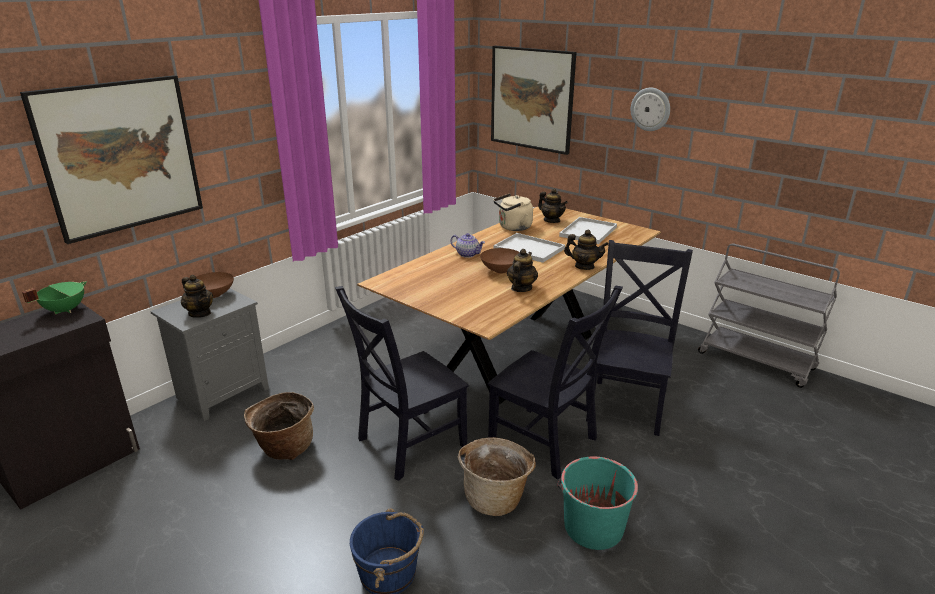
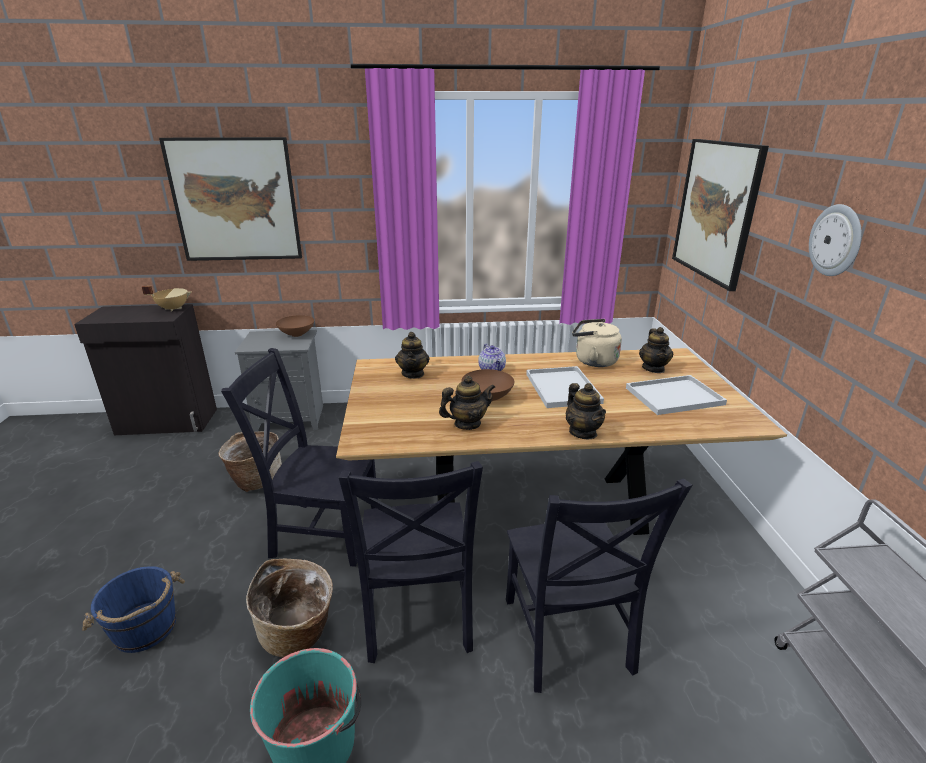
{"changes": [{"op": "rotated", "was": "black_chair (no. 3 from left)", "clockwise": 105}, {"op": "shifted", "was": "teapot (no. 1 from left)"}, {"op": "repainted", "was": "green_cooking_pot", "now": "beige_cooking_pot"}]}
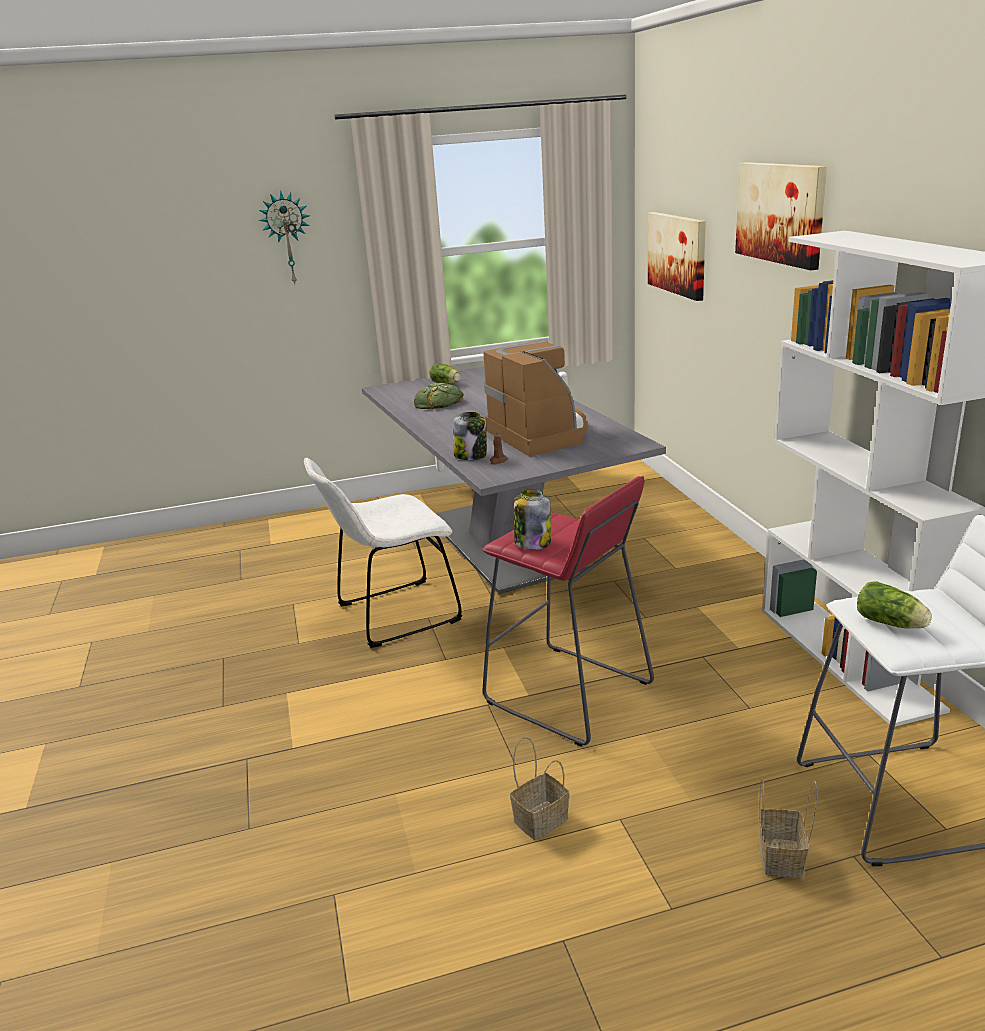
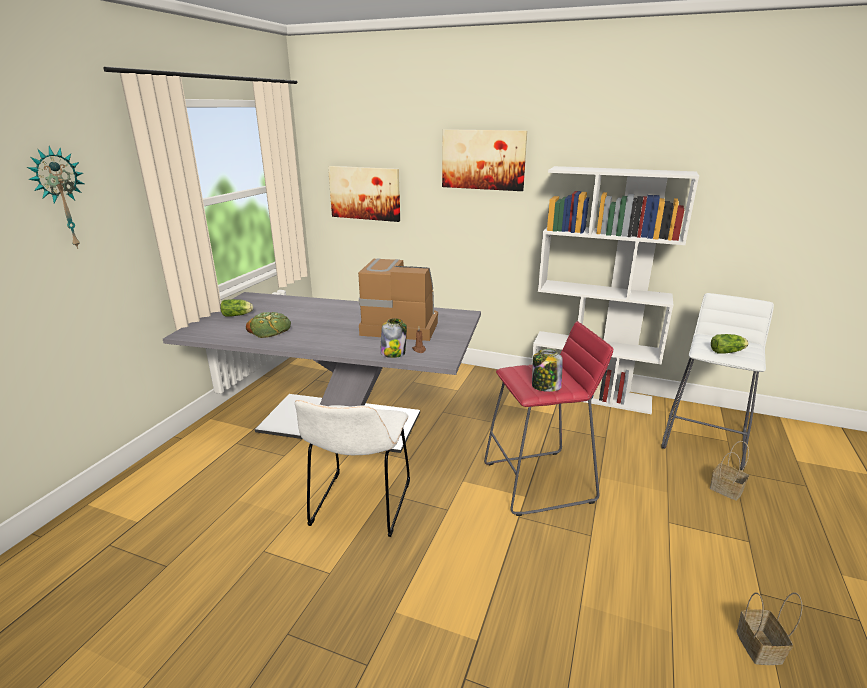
{"changes": [{"op": "shifted", "was": "basket (no. 1 from left in the first image)", "now": "basket (no. 2 from left)"}]}
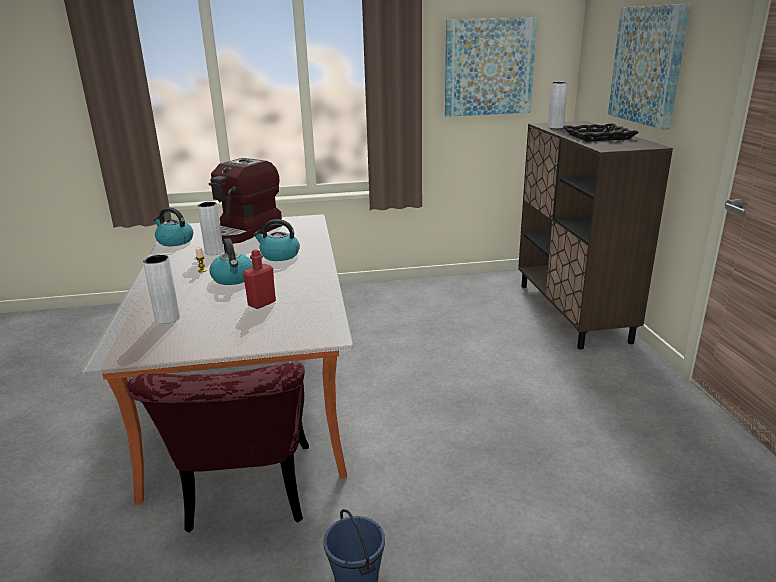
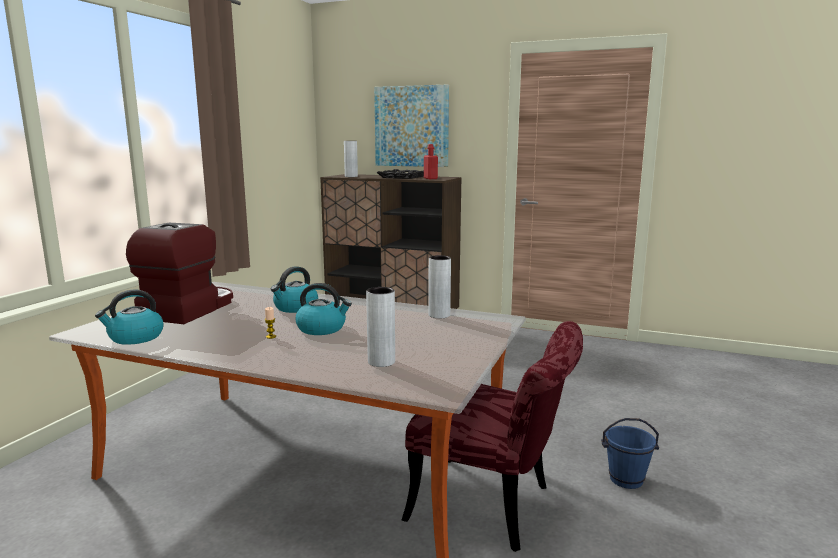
{"changes": [{"op": "gone", "was": "picture (no. 1 from left)"}, {"op": "rotated", "was": "coffee_machine", "clockwise": -135}, {"op": "shifted", "was": "grey_vase (no. 2 from left in the first image)", "now": "grey_vase (no. 3 from left)"}, {"op": "shifted", "was": "red_bottle"}]}
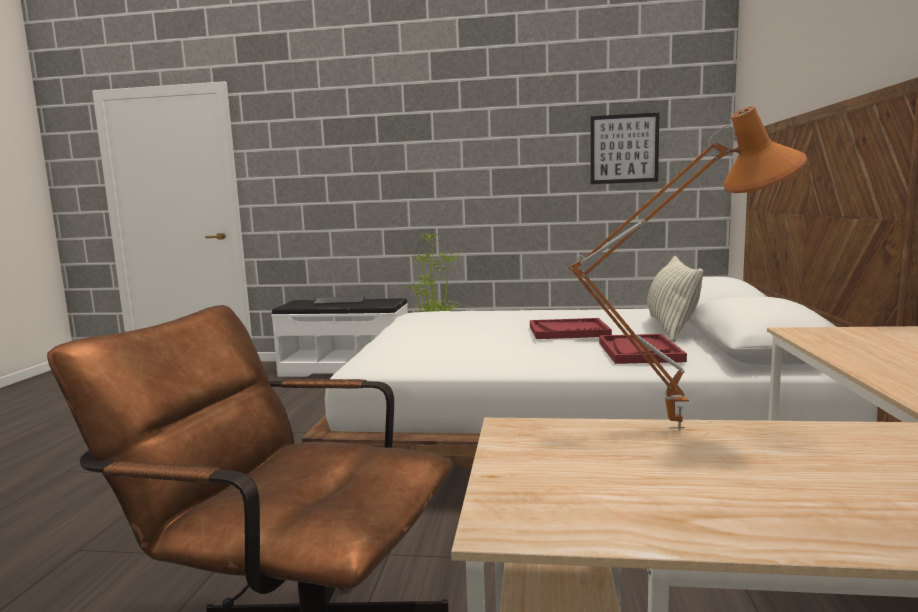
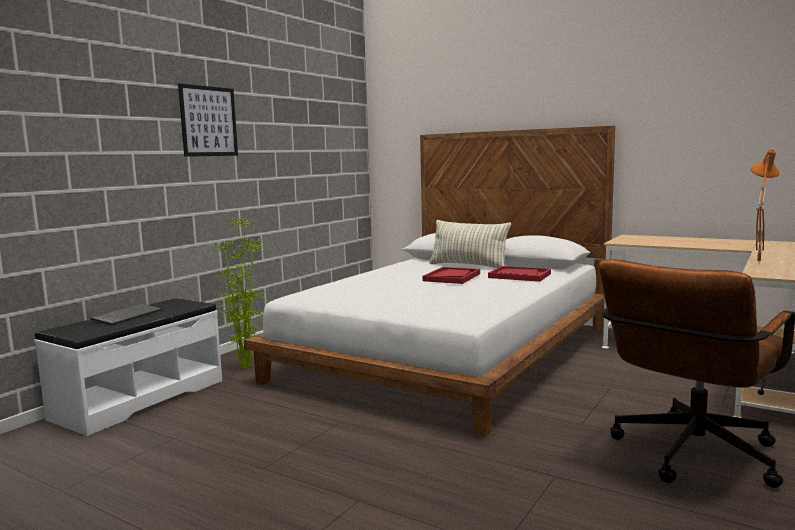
{"changes": [{"op": "shifted", "was": "picture"}]}
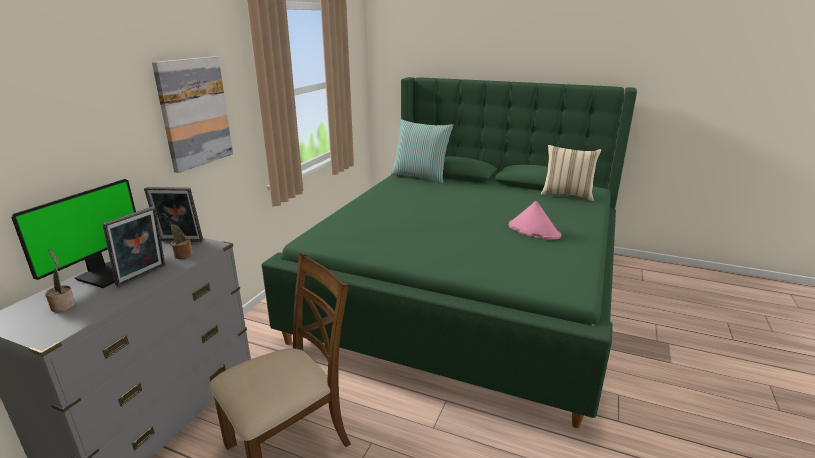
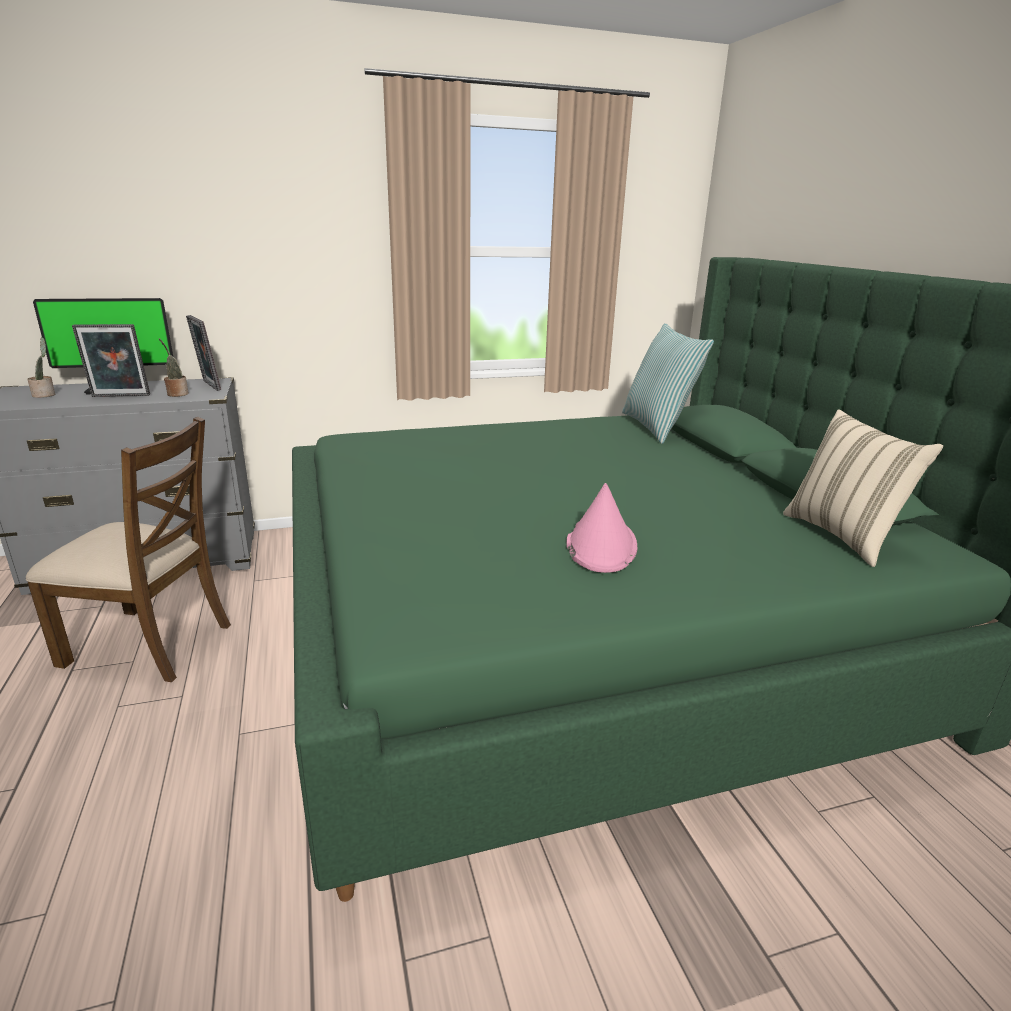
{"changes": [{"op": "gone", "was": "picture"}]}
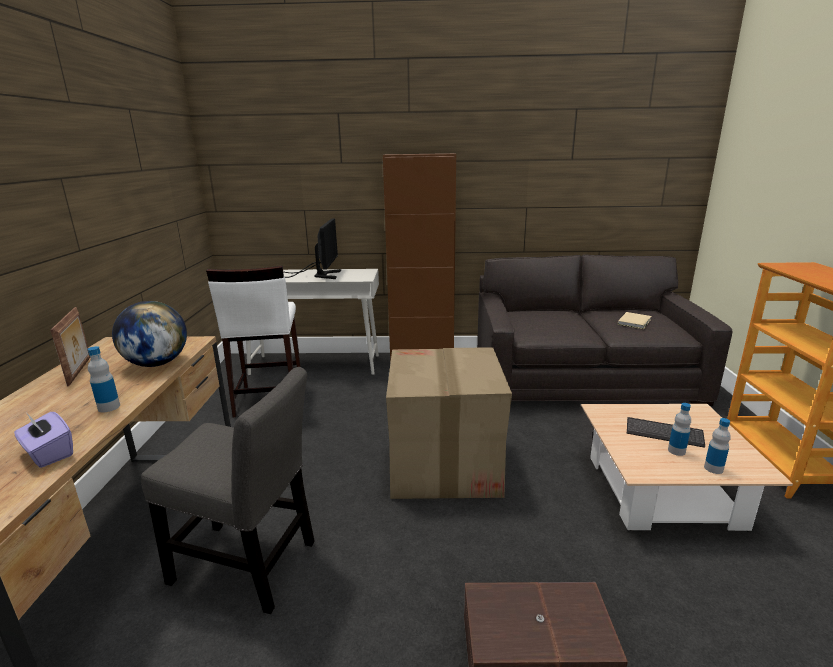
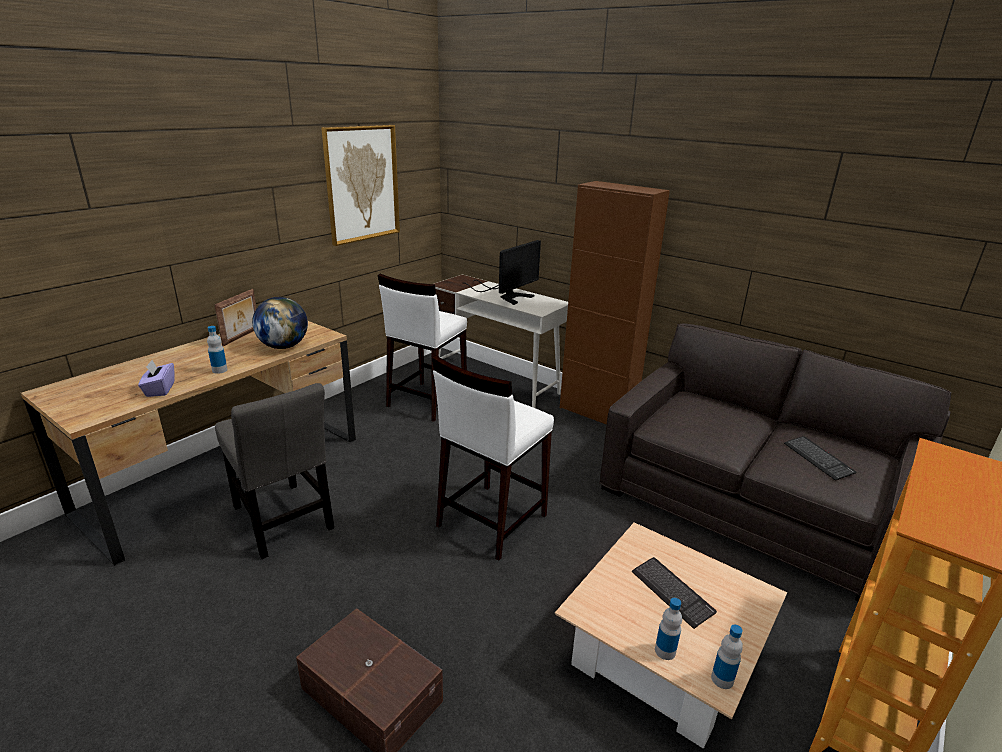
{"changes": [{"op": "swapped", "was": "beige_book", "now": "keyboard (no. 2 from left)"}, {"op": "swapped", "was": "cardboard_box", "now": "white_stool (no. 2 from left)"}, {"op": "shifted", "was": "bottle (no. 2 from left in the first image)", "now": "bottle (no. 3 from left)"}, {"op": "new", "now": "picture"}]}
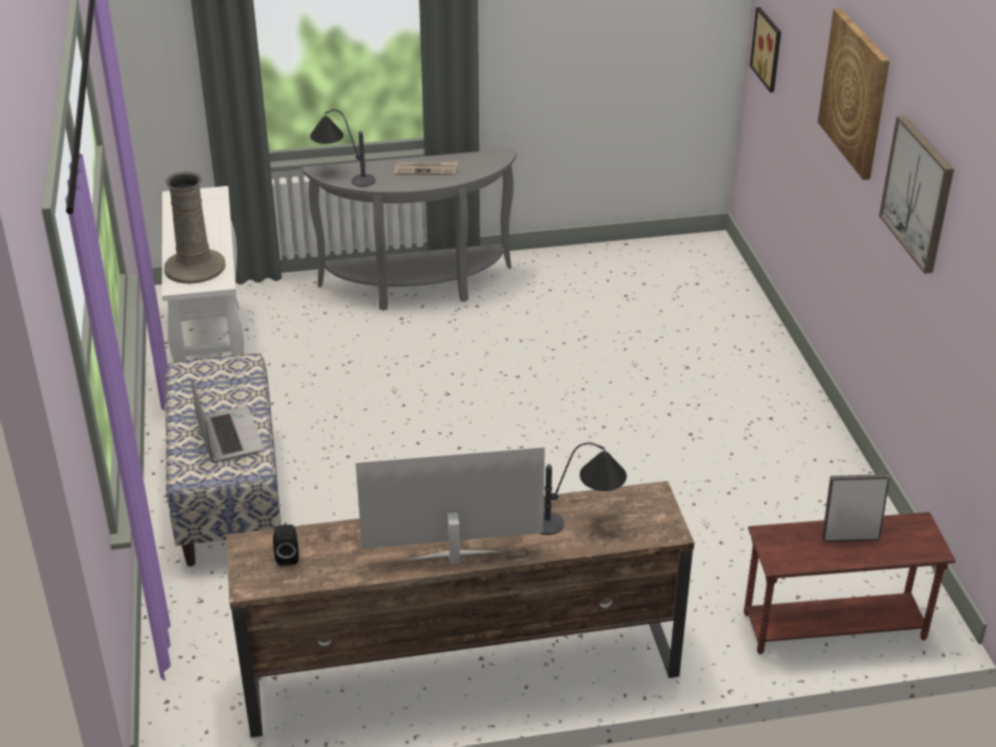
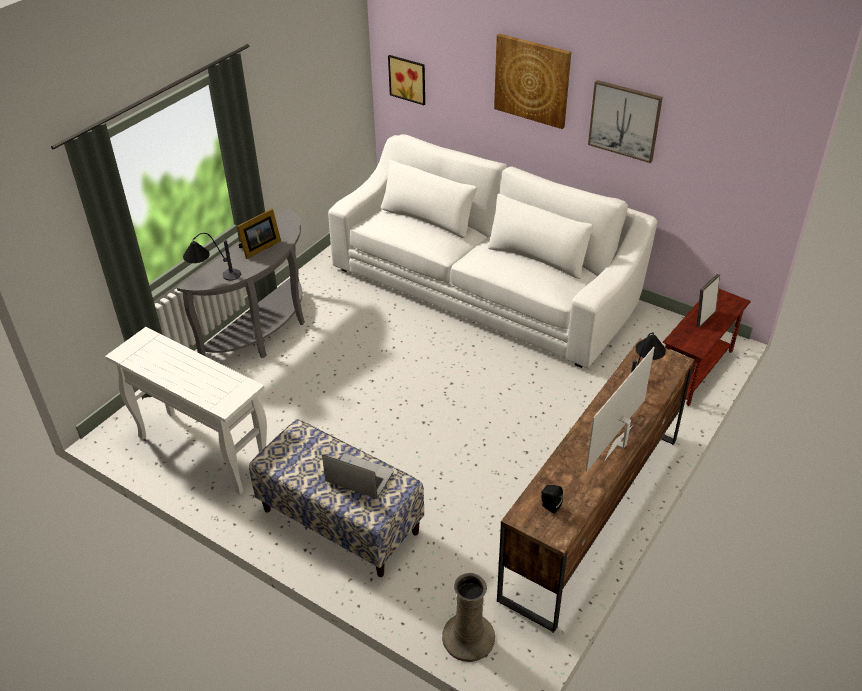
{"changes": [{"op": "swapped", "was": "newspaper", "now": "picture_frame (no. 1 from left)"}, {"op": "shifted", "was": "beige_vase"}, {"op": "new", "now": "white_sofa"}]}
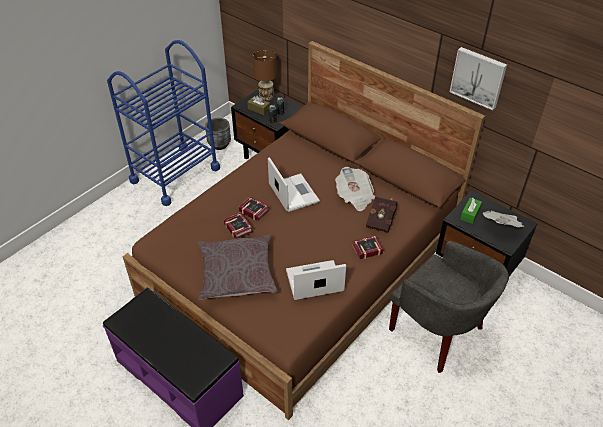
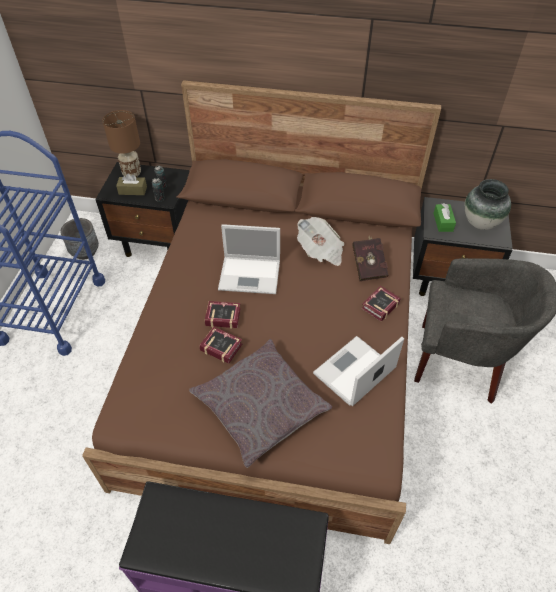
{"changes": [{"op": "gone", "was": "picture"}, {"op": "rotated", "was": "laptop (no. 1 from left)", "clockwise": 150}, {"op": "swapped", "was": "newspaper (no. 2 from left)", "now": "vase"}]}
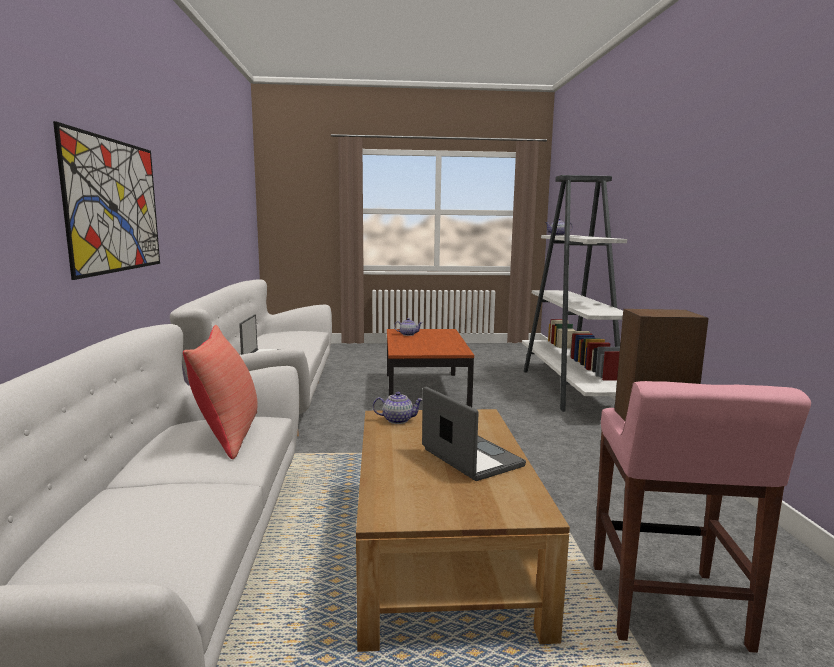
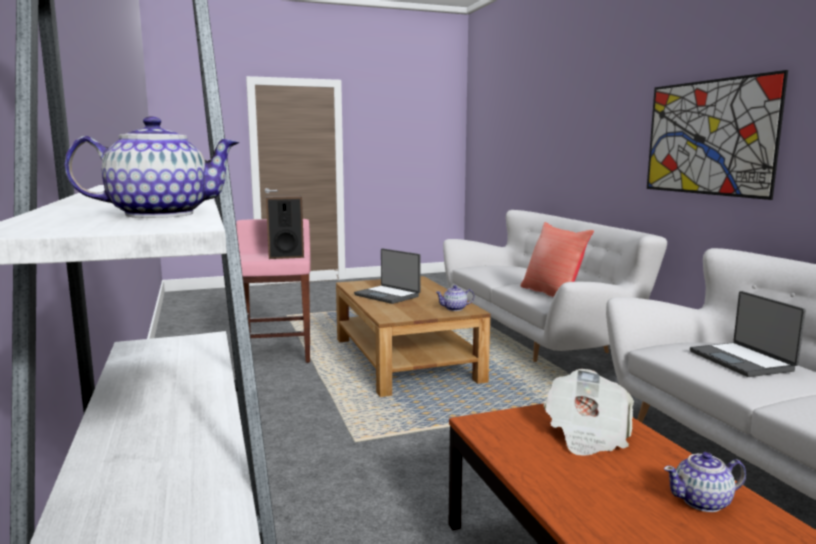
{"changes": [{"op": "new", "now": "newspaper"}]}
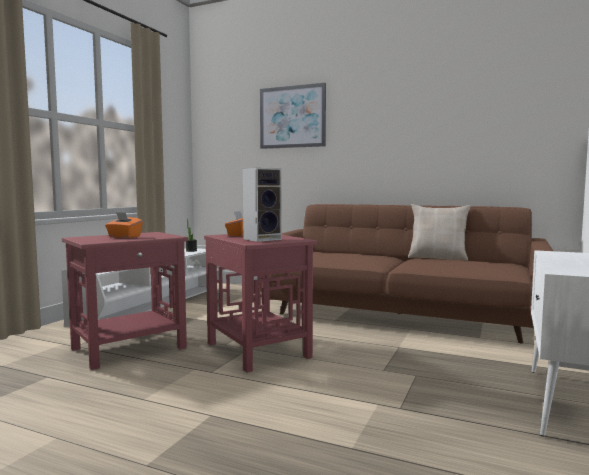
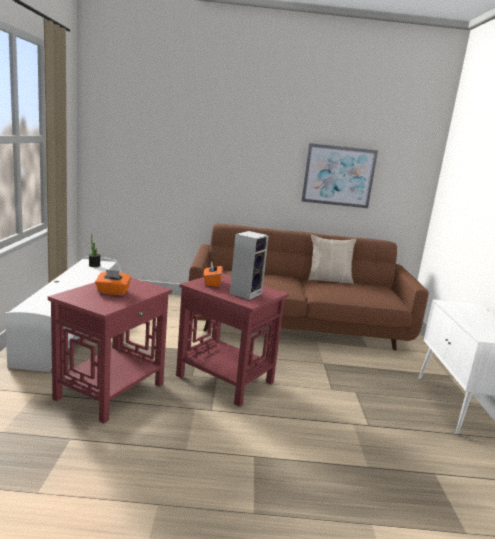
{"changes": [{"op": "shifted", "was": "picture"}]}
